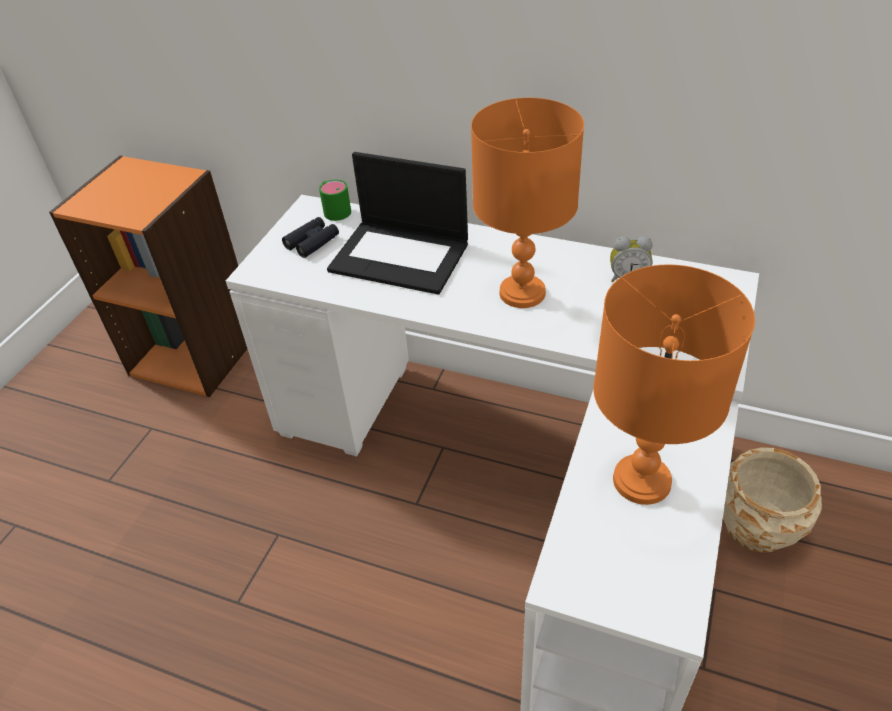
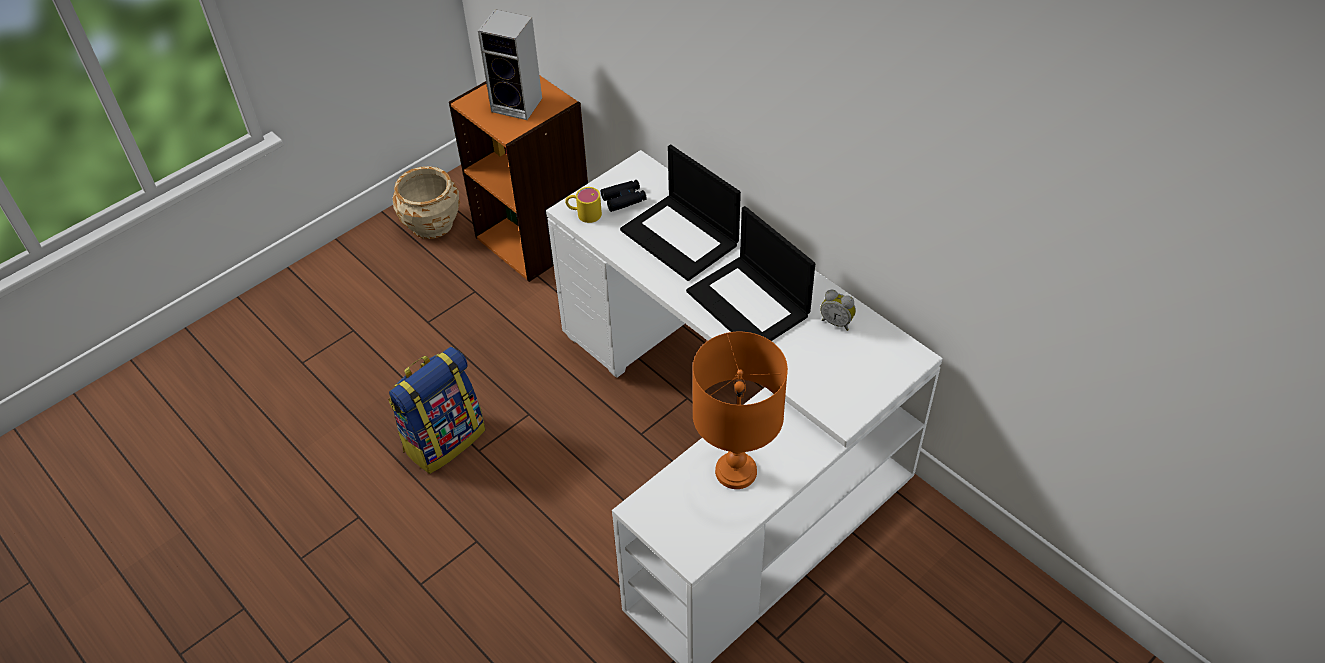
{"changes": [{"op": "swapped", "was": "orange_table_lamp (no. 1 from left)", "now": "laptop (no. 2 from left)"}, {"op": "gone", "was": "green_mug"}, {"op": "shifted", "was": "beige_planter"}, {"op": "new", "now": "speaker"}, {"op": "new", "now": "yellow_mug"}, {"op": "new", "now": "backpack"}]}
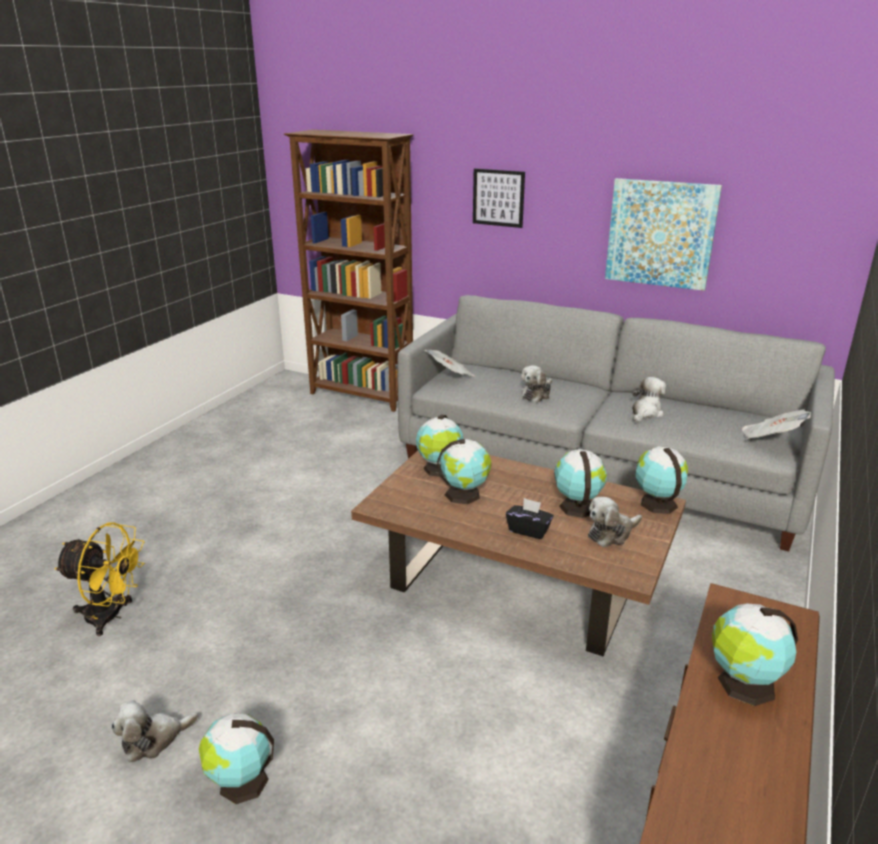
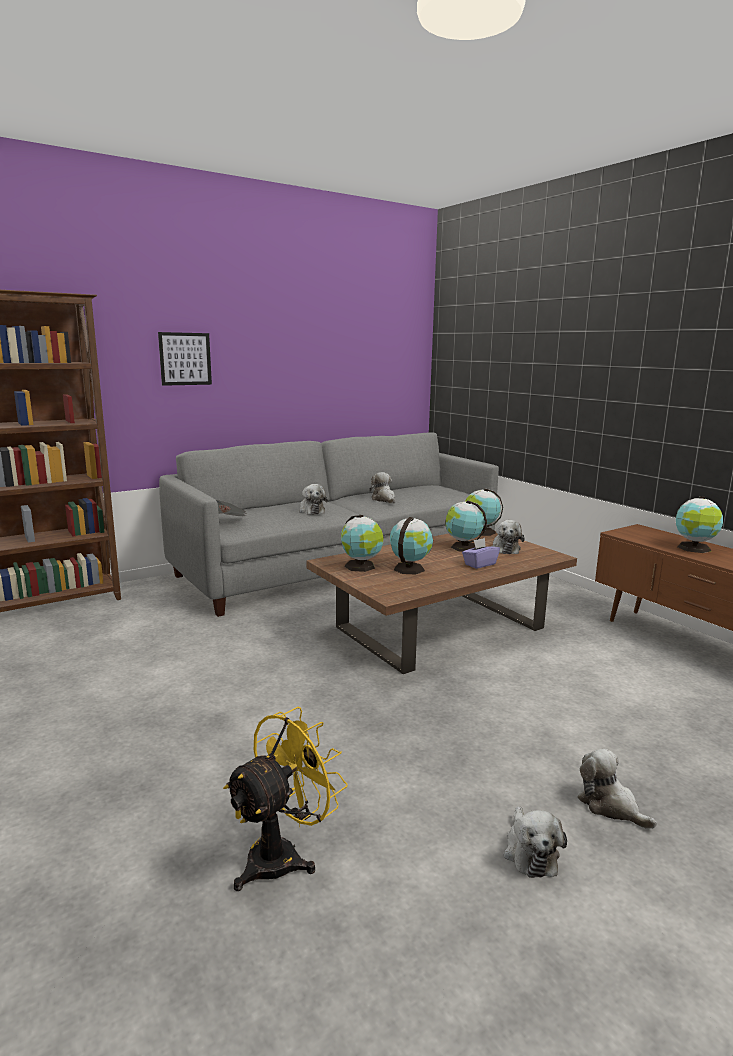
{"changes": [{"op": "gone", "was": "picture (no. 2 from left)"}, {"op": "gone", "was": "newspaper (no. 2 from left)"}, {"op": "repainted", "was": "black_tissue_box", "now": "purple_tissue_box"}, {"op": "swapped", "was": "globe (no. 1 from left)", "now": "plush_toy (no. 5 from left)"}]}
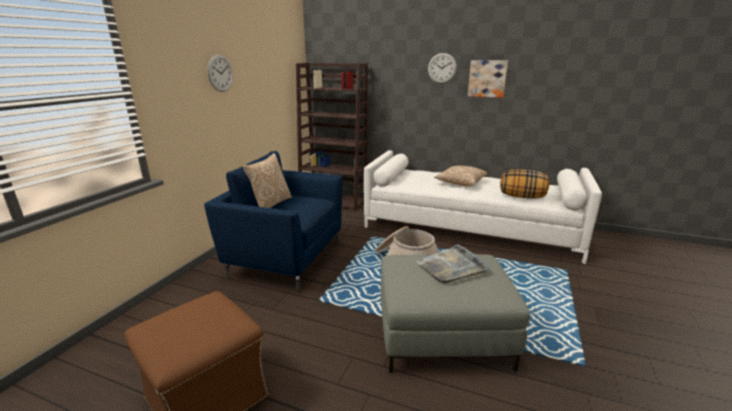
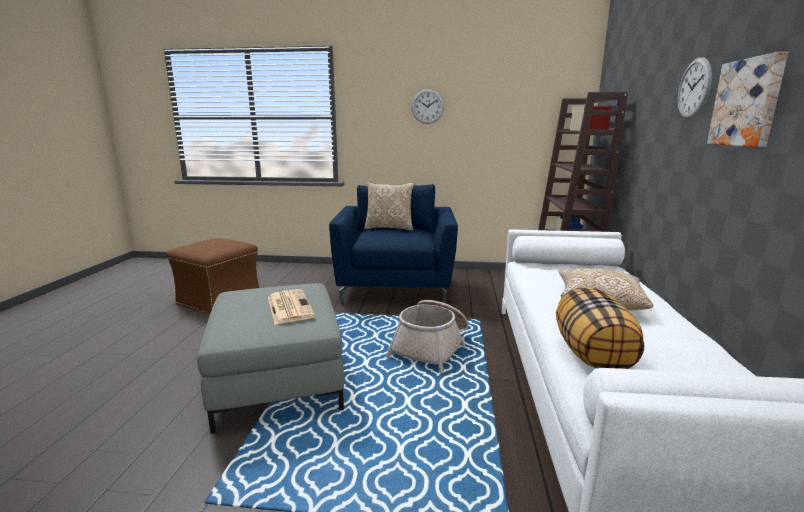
{"changes": [{"op": "swapped", "was": "grey_tray", "now": "newspaper"}]}
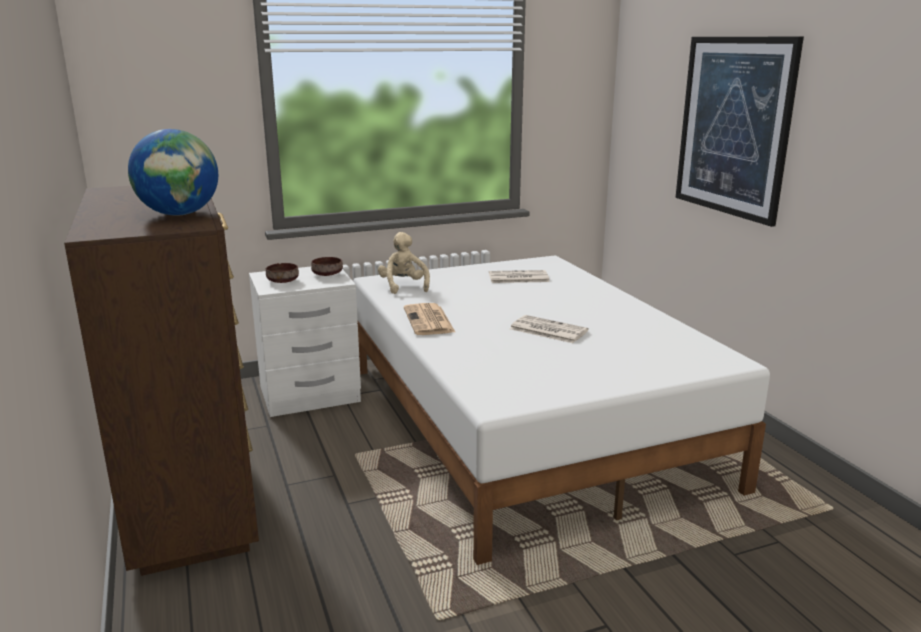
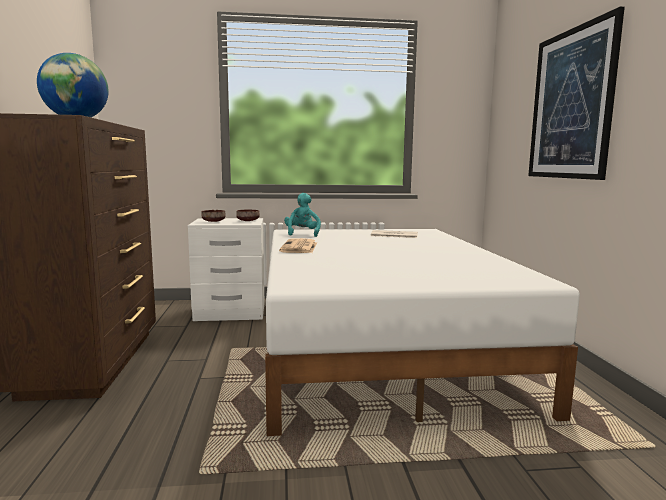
{"changes": [{"op": "repainted", "was": "beige_plush_toy", "now": "turquoise_plush_toy"}, {"op": "gone", "was": "newspaper (no. 3 from left)"}]}
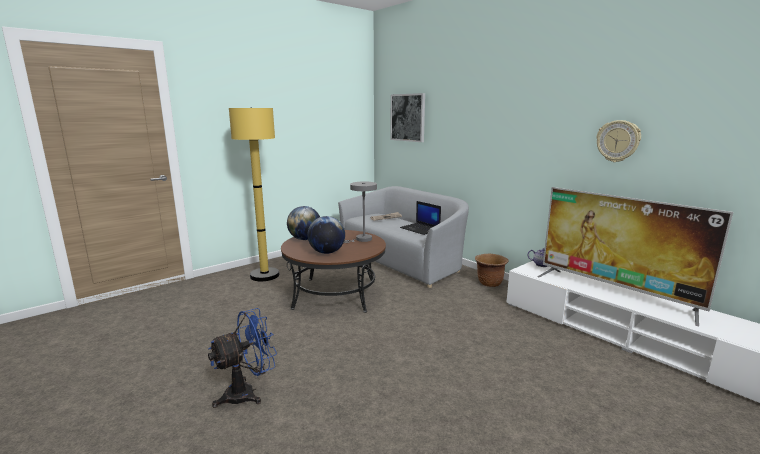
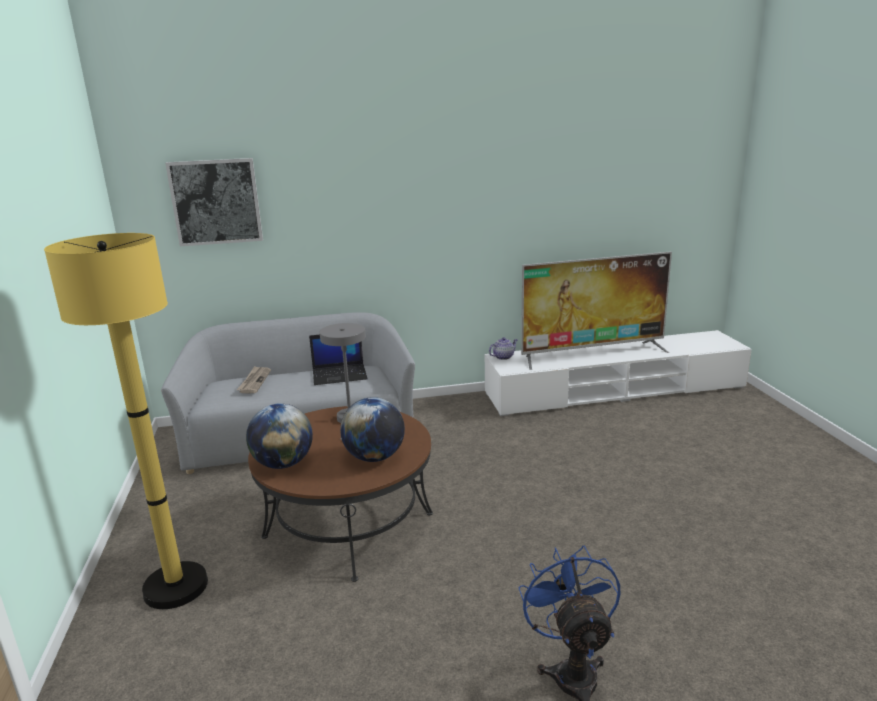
{"changes": [{"op": "gone", "was": "wall_clock"}, {"op": "gone", "was": "brown_planter"}]}
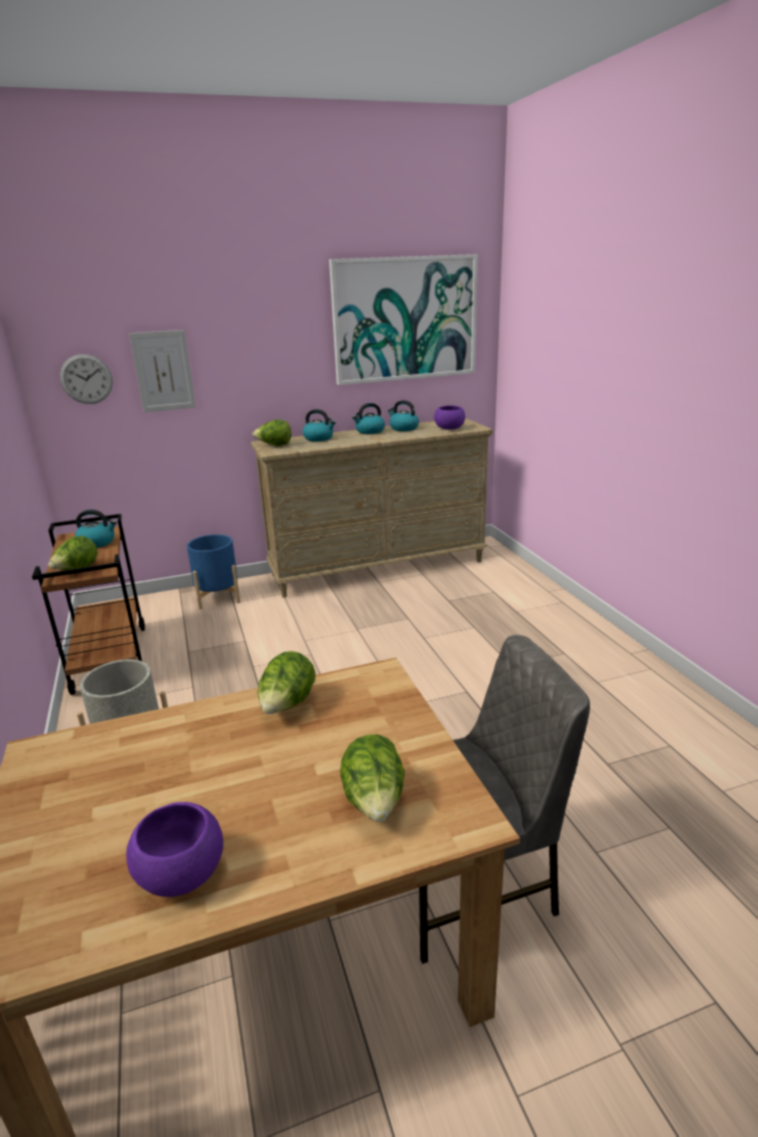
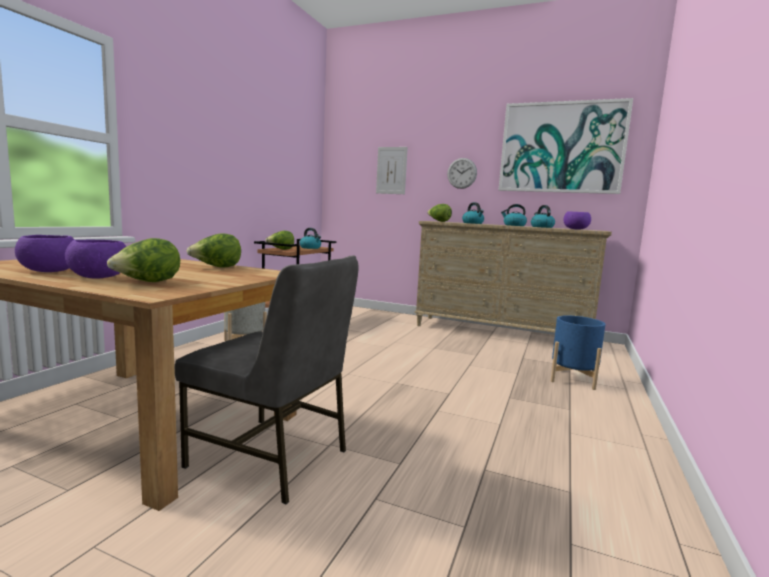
{"changes": [{"op": "shifted", "was": "wall_clock"}, {"op": "shifted", "was": "blue_planter"}, {"op": "new", "now": "purple_bowl (no. 2 from left)"}]}
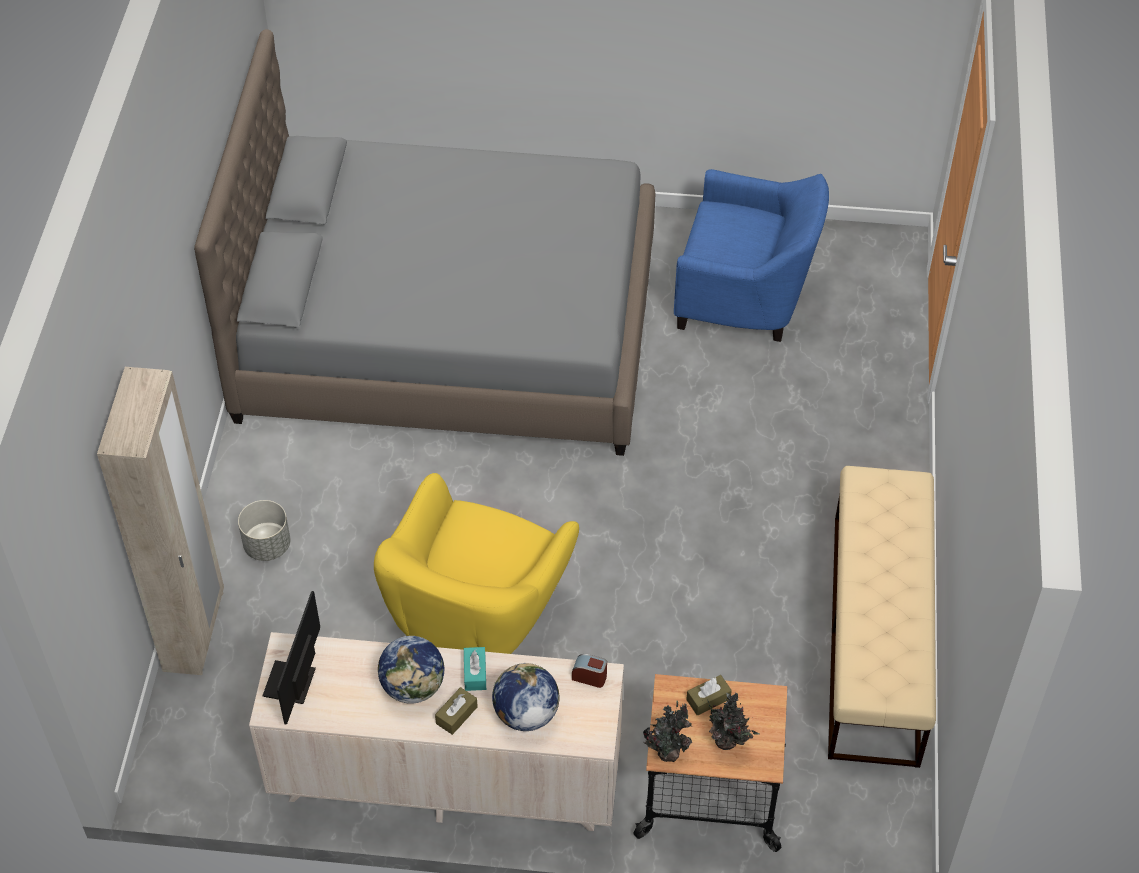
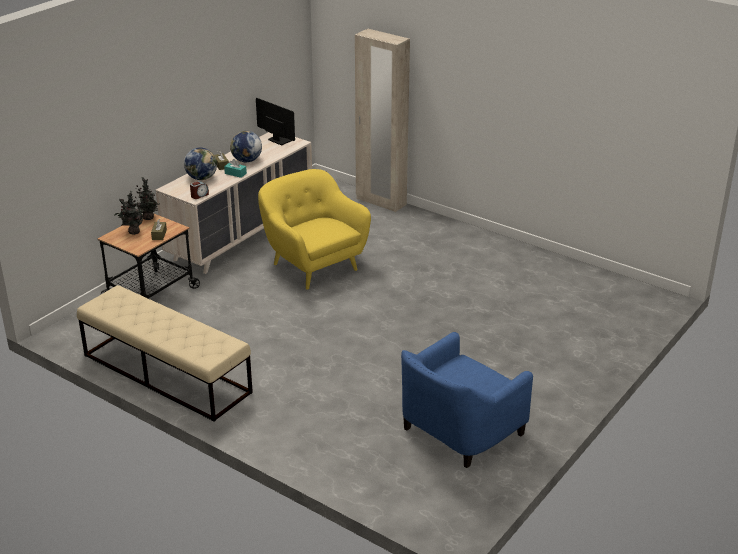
{"changes": [{"op": "gone", "was": "grey_bed"}, {"op": "gone", "was": "grey_planter"}]}
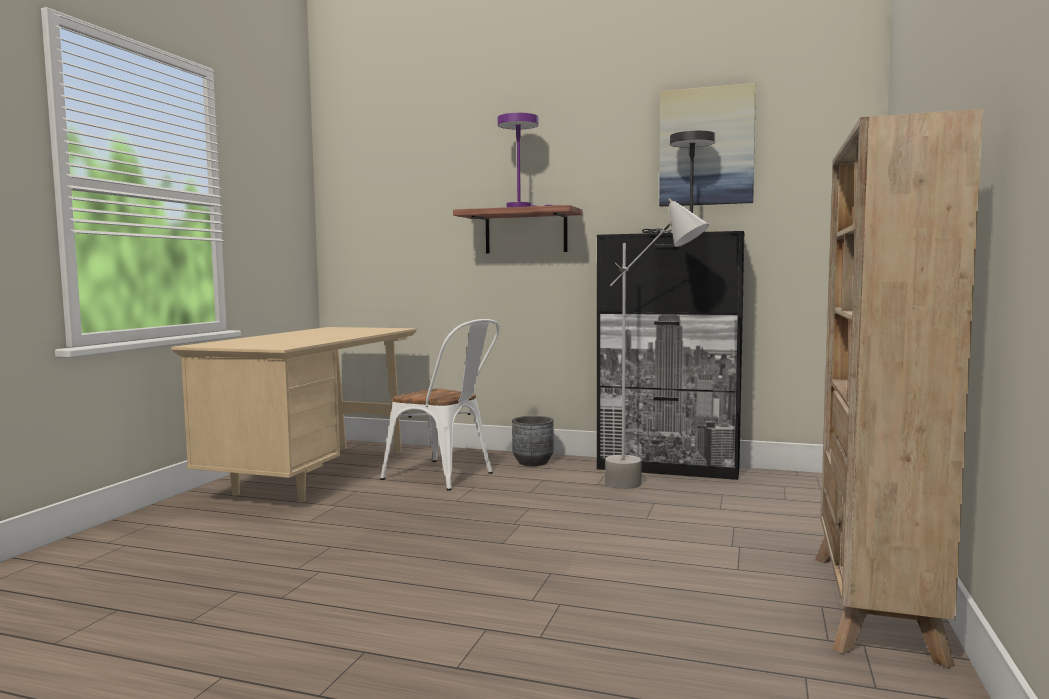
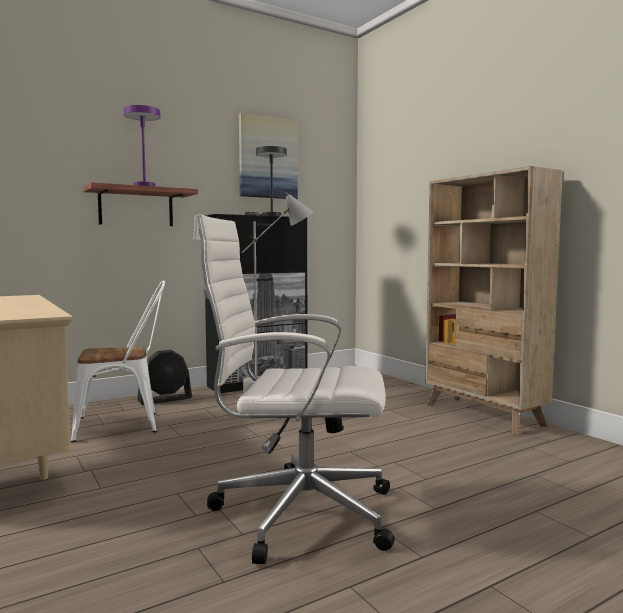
{"changes": [{"op": "swapped", "was": "grey_planter", "now": "black_fan"}, {"op": "new", "now": "white_office_chair"}]}
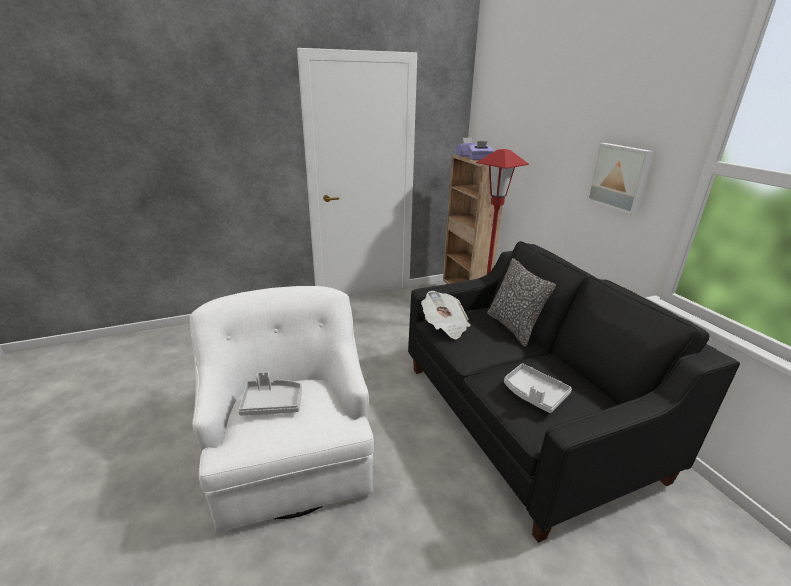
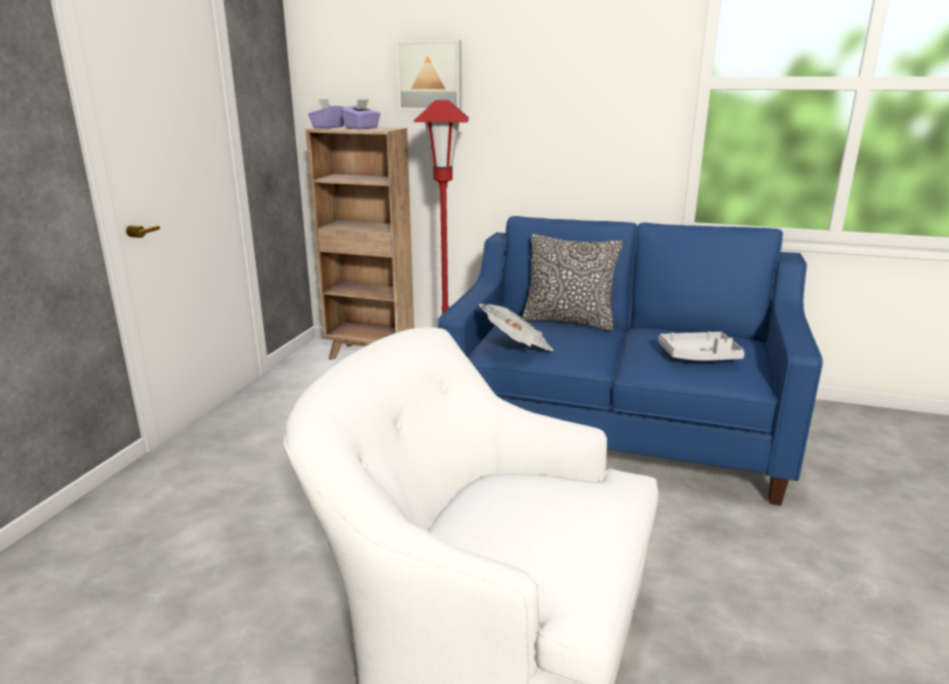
{"changes": [{"op": "shifted", "was": "picture"}, {"op": "repainted", "was": "black_sofa", "now": "blue_sofa"}, {"op": "gone", "was": "grey_tray (no. 1 from left)"}]}
